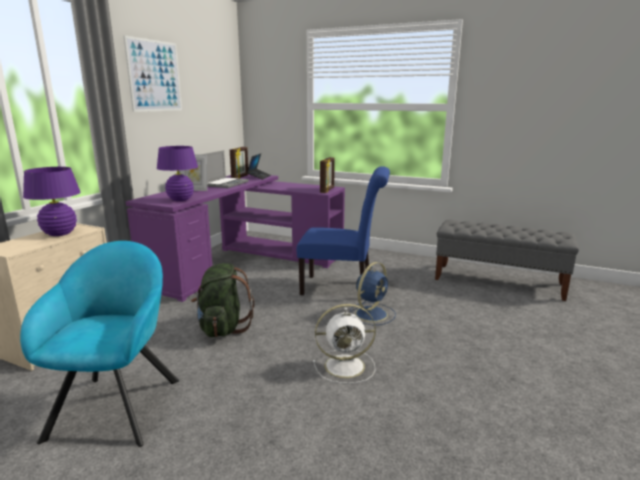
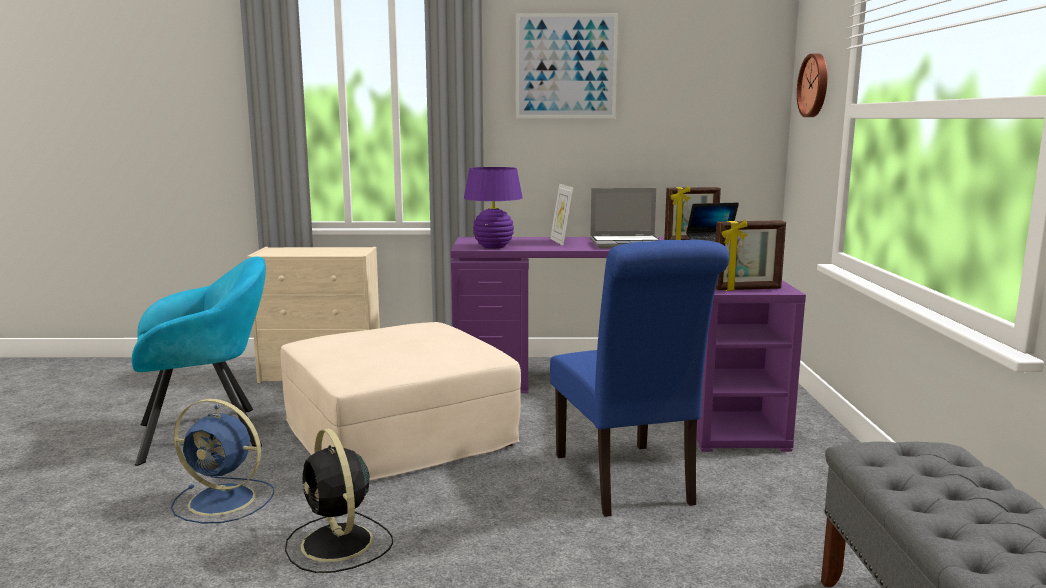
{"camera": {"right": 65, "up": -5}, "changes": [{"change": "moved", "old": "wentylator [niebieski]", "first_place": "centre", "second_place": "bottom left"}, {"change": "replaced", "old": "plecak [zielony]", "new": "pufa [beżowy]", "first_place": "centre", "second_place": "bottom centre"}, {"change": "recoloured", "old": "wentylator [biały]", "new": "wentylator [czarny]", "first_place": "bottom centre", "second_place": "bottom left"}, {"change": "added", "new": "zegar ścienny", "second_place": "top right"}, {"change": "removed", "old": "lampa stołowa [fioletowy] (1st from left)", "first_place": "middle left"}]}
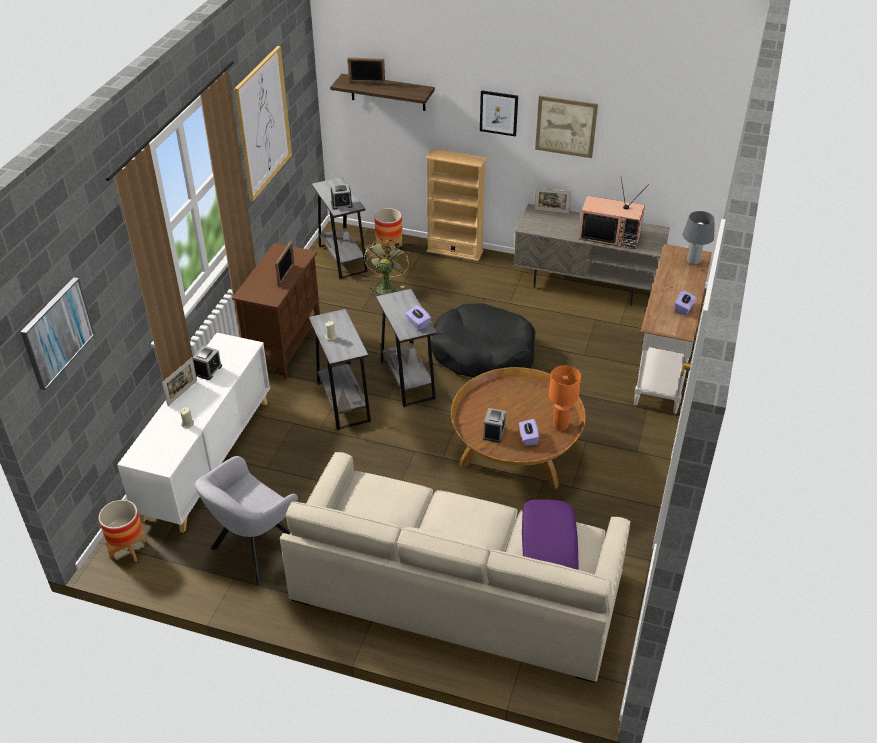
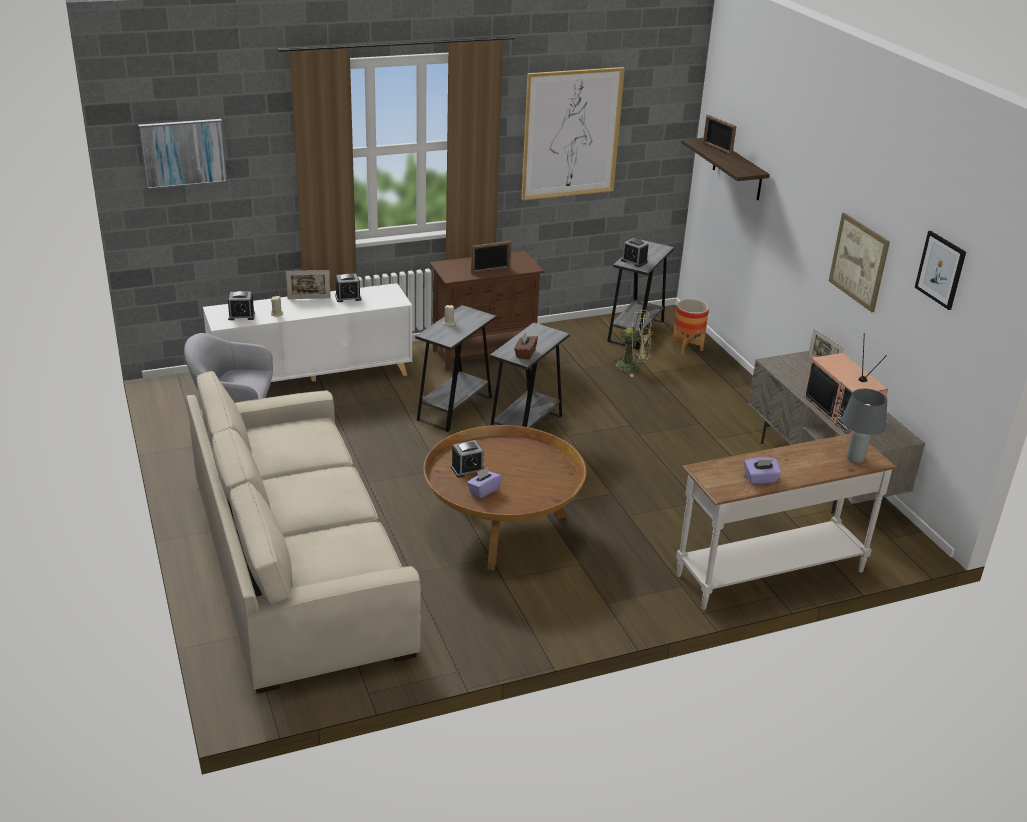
{"camera": {"right": 50, "up": -10}, "changes": [{"change": "added", "new": "budzik (1st from left)", "second_place": "middle left"}, {"change": "recoloured", "old": "pudełko chusteczek [fioletowy] (1st from left)", "new": "pudełko chusteczek [brązowy]", "first_place": "centre", "second_place": "centre"}, {"change": "turned", "old": "wentylator [zielony]", "first_place": "centre", "second_place": "centre", "degrees": 45}, {"change": "moved", "old": "obraz (3rd from left in the first image)", "new": "obraz (4th from left)", "first_place": "top centre", "second_place": "top right"}, {"change": "removed", "old": "donica (1st from left)", "first_place": "bottom left"}, {"change": "removed", "old": "regał [beżowy]", "first_place": "top centre"}, {"change": "removed", "old": "legowisko [czarny]", "first_place": "centre"}, {"change": "removed", "old": "poduszka [fioletowy]", "first_place": "bottom centre"}, {"change": "removed", "old": "lampa stołowa [pomarańczowy]", "first_place": "centre"}]}
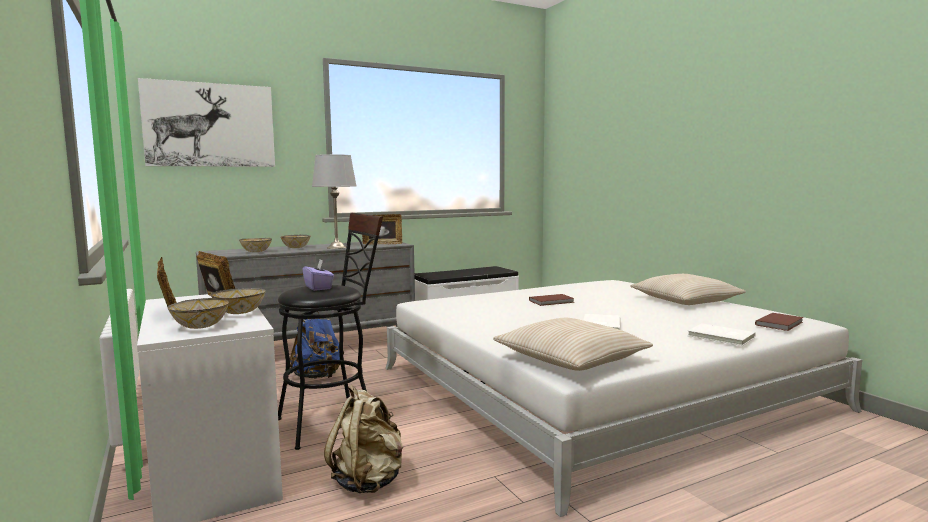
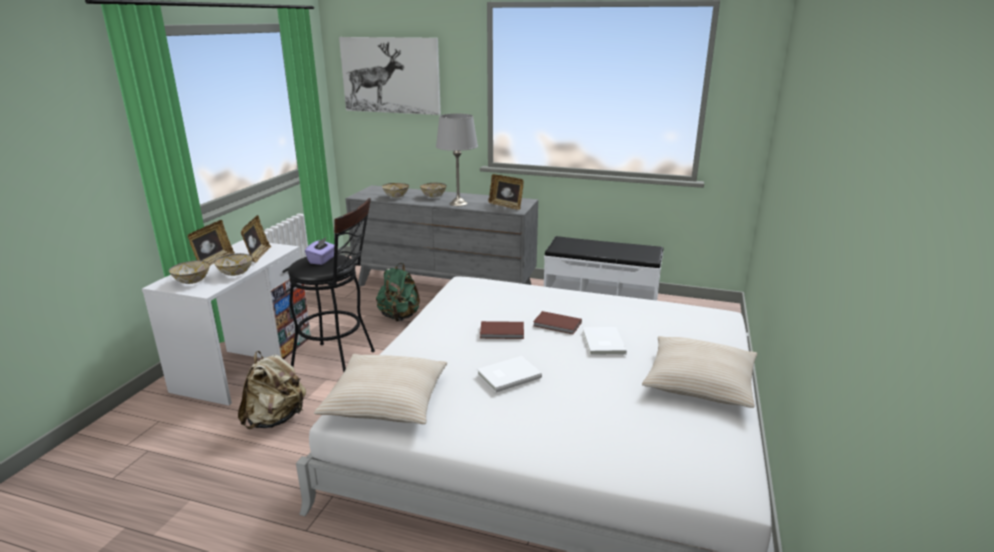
{"camera": {"right": 45, "up": 15}, "changes": [{"change": "recoloured", "old": "plecak [niebieski]", "new": "plecak [zielony]", "first_place": "centre", "second_place": "centre"}, {"change": "moved", "old": "książka [brązowy] (2nd from left in the first image)", "new": "książka [brązowy] (1st from left)", "first_place": "middle right", "second_place": "centre"}, {"change": "moved", "old": "książka [biały] (2nd from left)", "first_place": "middle right", "second_place": "centre"}]}
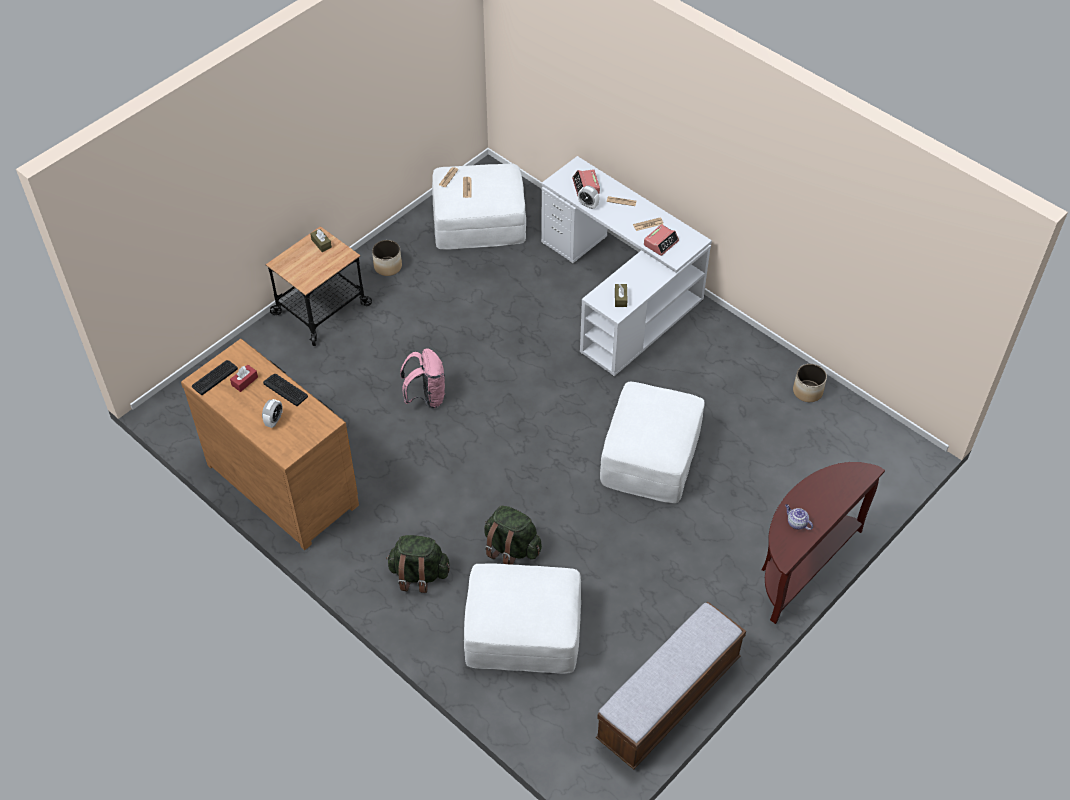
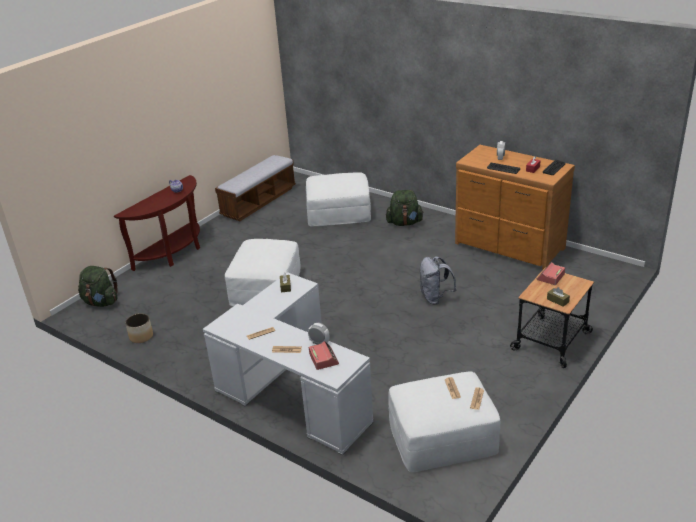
{"camera": {"right": 175, "up": -20}, "changes": [{"change": "moved", "old": "plecak [zielony] (2nd from left in the first image)", "new": "plecak [zielony] (1st from left)", "first_place": "bottom centre", "second_place": "middle left"}, {"change": "recoloured", "old": "plecak [różowy]", "new": "plecak [szary]", "first_place": "centre", "second_place": "centre"}, {"change": "moved", "old": "budzik (4th from left)", "first_place": "top centre", "second_place": "middle right"}, {"change": "removed", "old": "donica (1st from left)", "first_place": "top centre"}]}
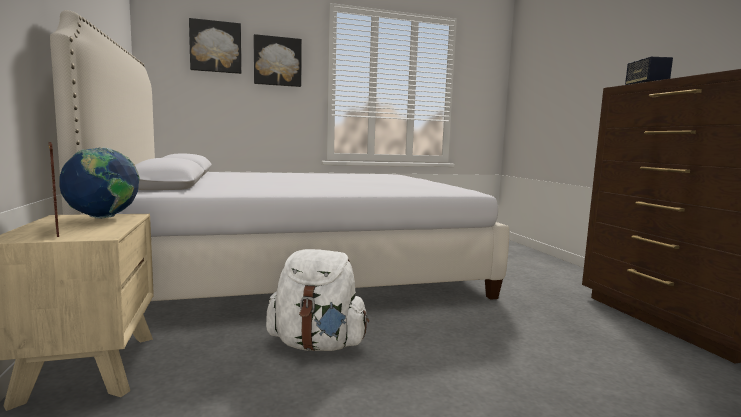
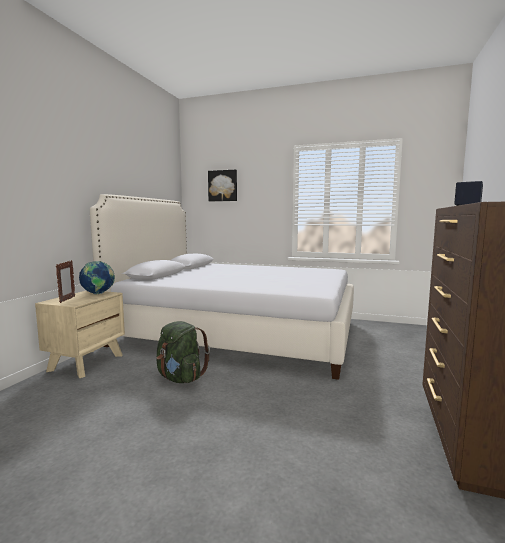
{"camera": {"right": 35, "up": 0}, "changes": [{"change": "recoloured", "old": "plecak [biały]", "new": "plecak [zielony]", "first_place": "bottom centre", "second_place": "centre"}, {"change": "removed", "old": "obraz (2nd from left)", "first_place": "top centre"}]}
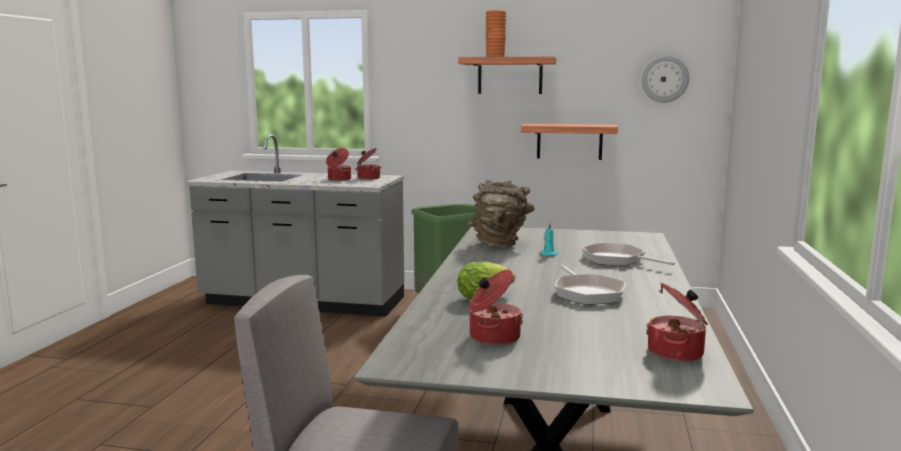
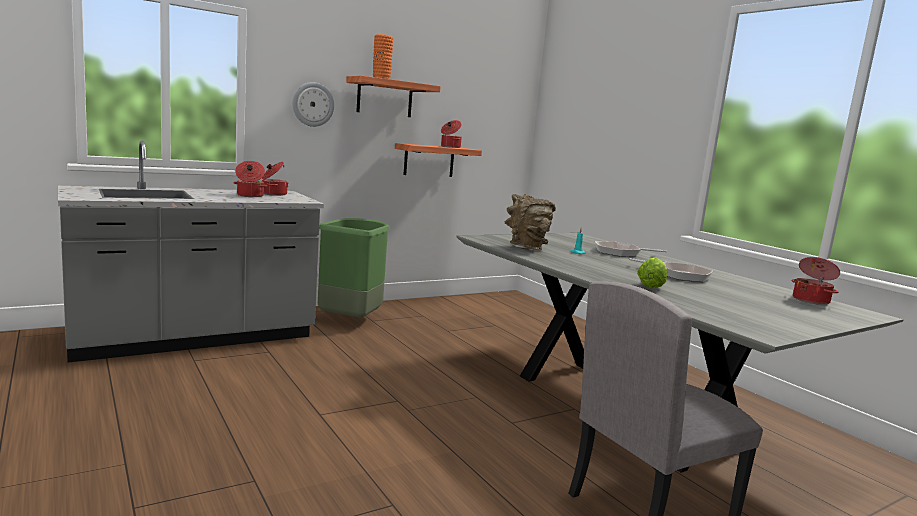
{"camera": {"right": -45, "up": 0}, "changes": [{"change": "moved", "old": "zegar ścienny", "first_place": "top right", "second_place": "top centre"}, {"change": "moved", "old": "garnek (3rd from left)", "first_place": "bottom centre", "second_place": "top centre"}]}
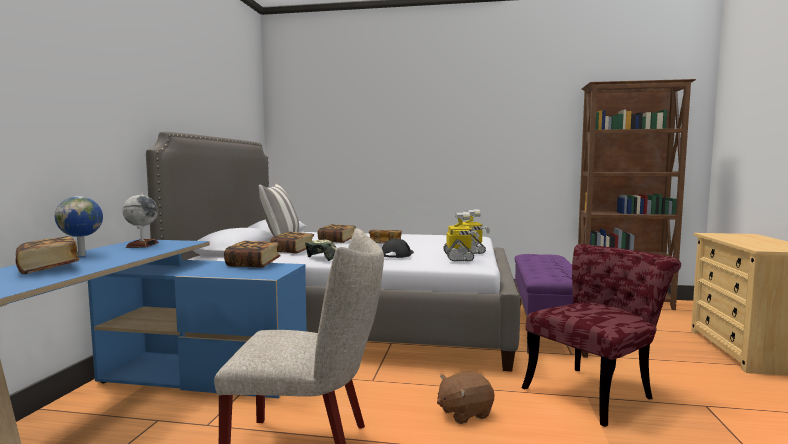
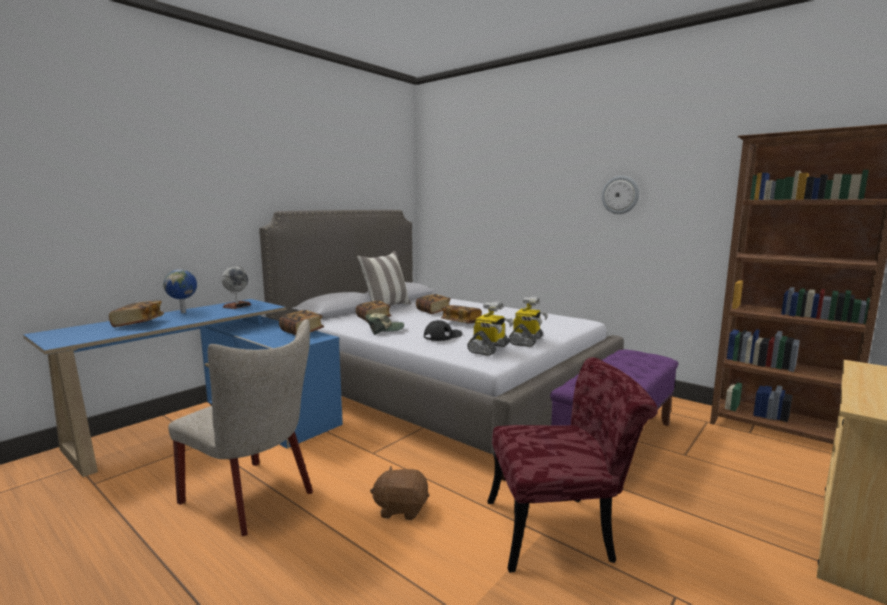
{"camera": {"right": 30, "up": 5}, "changes": [{"change": "added", "new": "zegar ścienny", "second_place": "top right"}]}
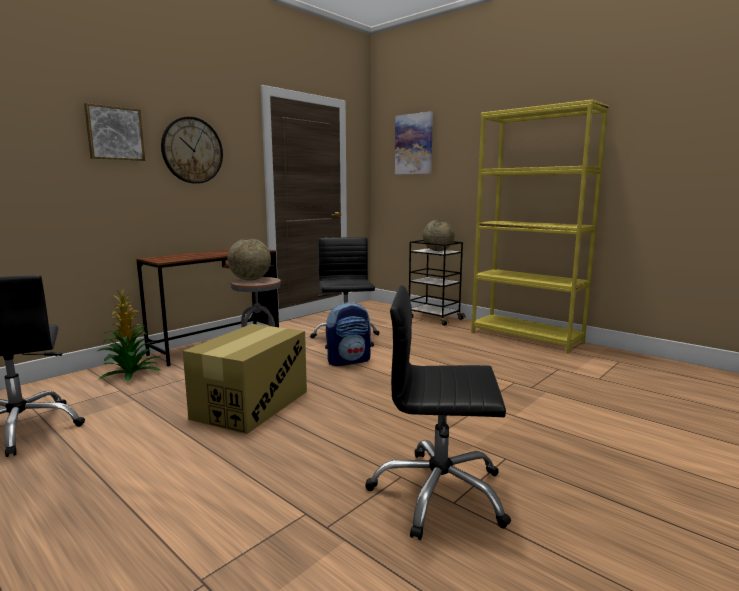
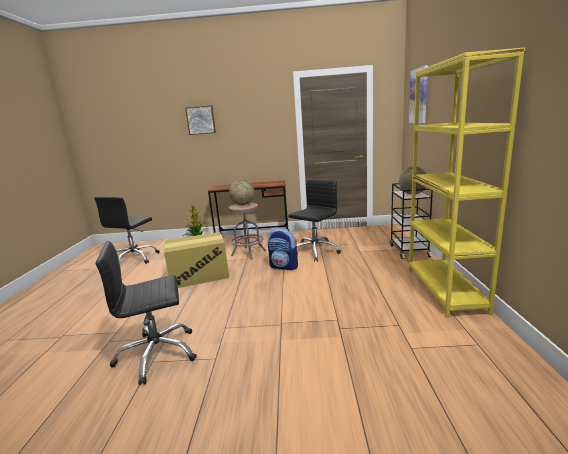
{"camera": {"right": 50, "up": 5}, "changes": [{"change": "turned", "old": "krzesło biurowe [czarny] (3rd from left in the first image)", "first_place": "bottom centre", "second_place": "bottom left", "degrees": -75}, {"change": "removed", "old": "zegar ścienny", "first_place": "top left"}]}
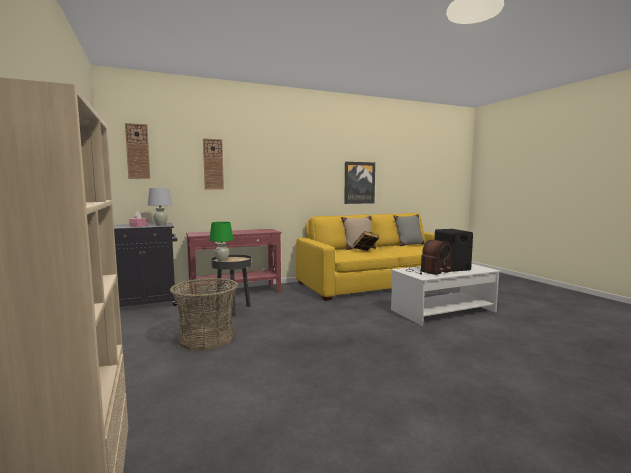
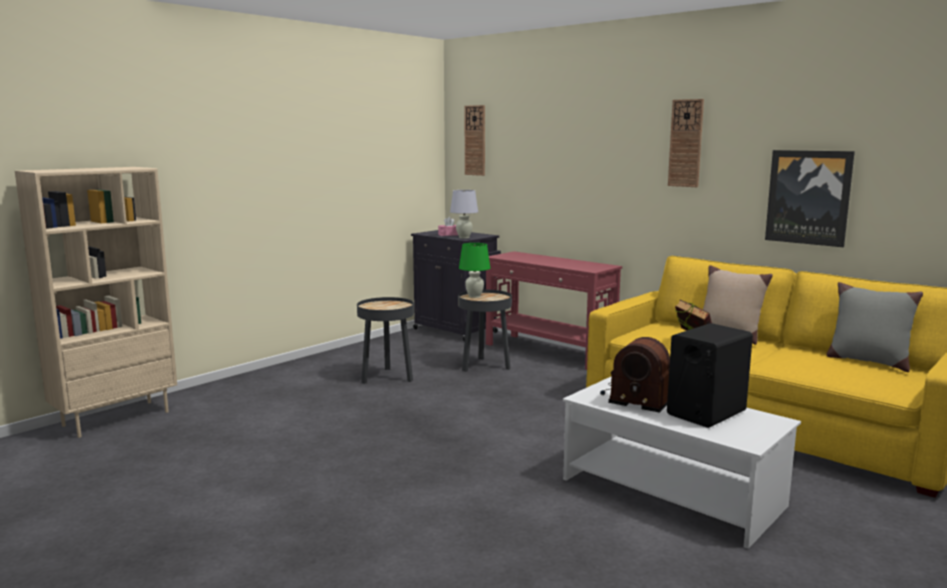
{"camera": {"right": 65, "up": 5}, "changes": [{"change": "replaced", "old": "koszyk", "new": "stolik [czarny] (1st from left)", "first_place": "middle left", "second_place": "centre"}, {"change": "moved", "old": "zegar ścienny (2nd from left)", "first_place": "centre", "second_place": "top right"}]}
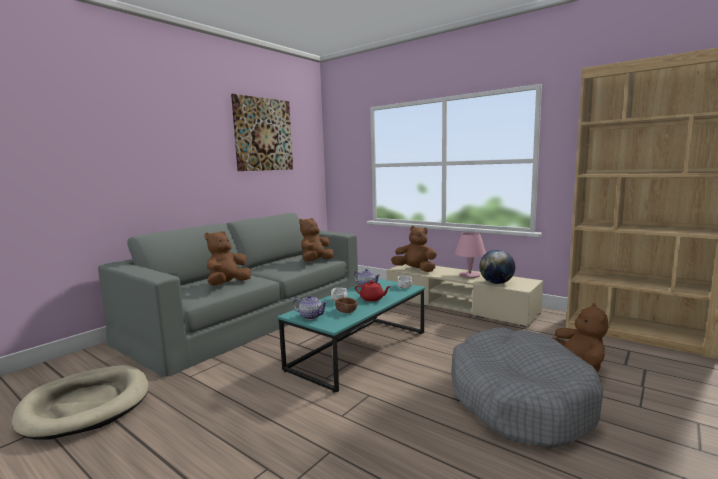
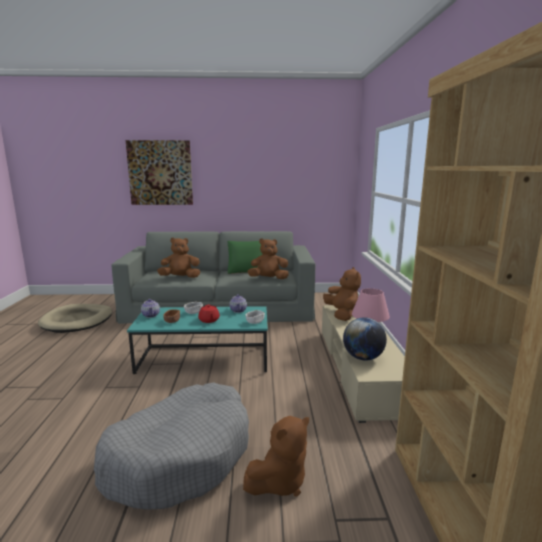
{"camera": {"right": 50, "up": 5}, "changes": [{"change": "moved", "old": "obraz", "first_place": "top centre", "second_place": "top left"}, {"change": "added", "new": "poduszka [zielony]", "second_place": "centre"}]}
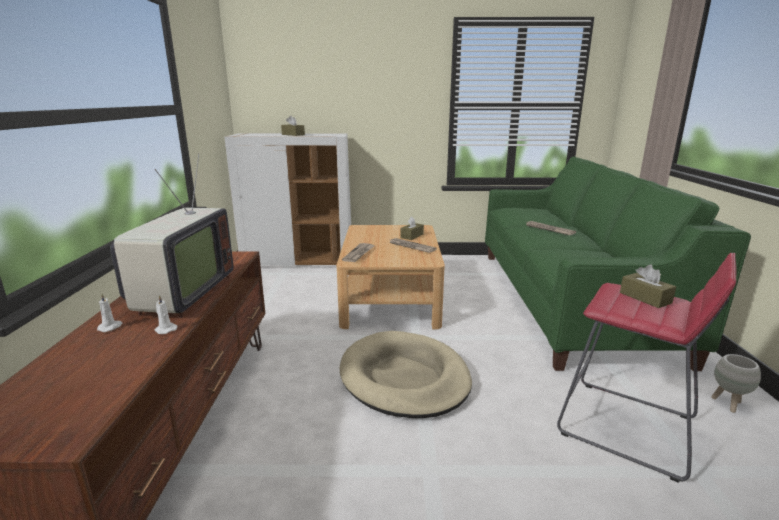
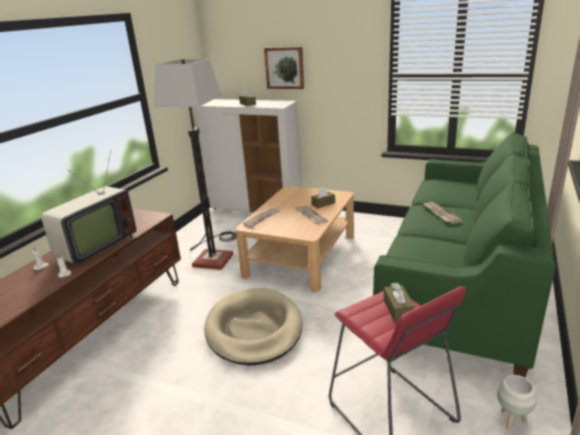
{"camera": {"right": 25, "up": 5}, "changes": [{"change": "added", "new": "lampa stojąca", "second_place": "centre"}, {"change": "added", "new": "obraz", "second_place": "top centre"}]}
